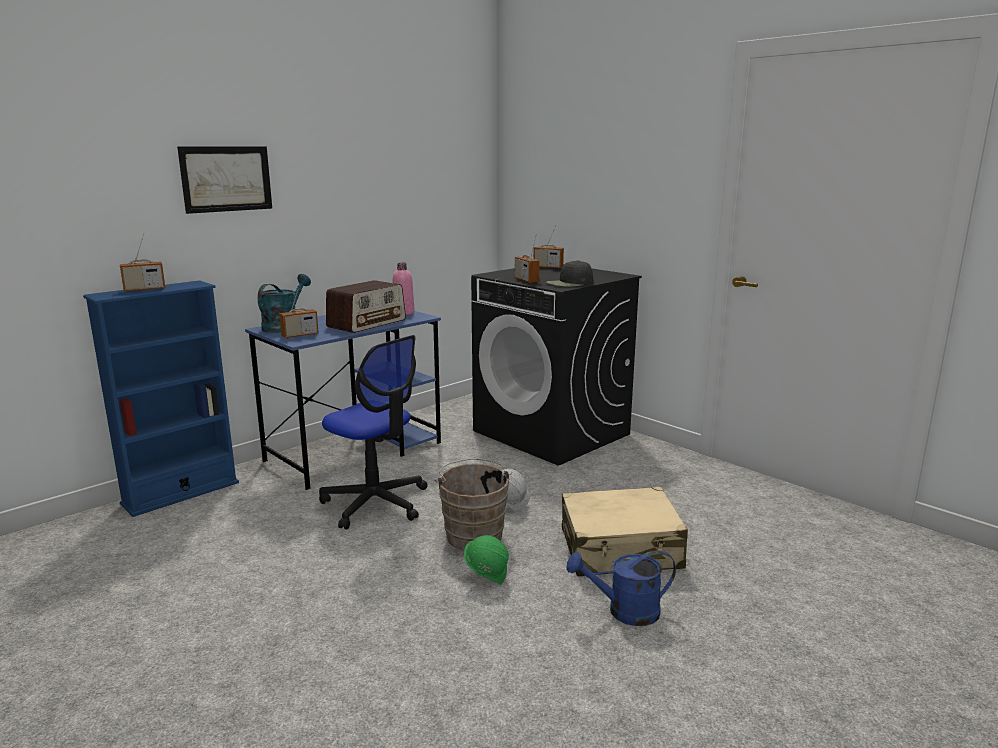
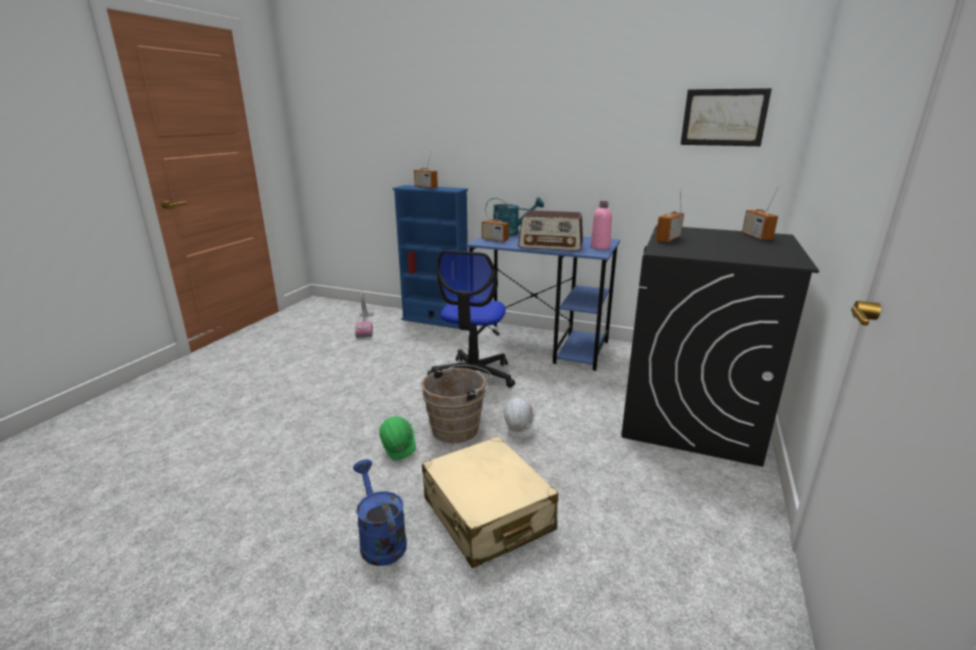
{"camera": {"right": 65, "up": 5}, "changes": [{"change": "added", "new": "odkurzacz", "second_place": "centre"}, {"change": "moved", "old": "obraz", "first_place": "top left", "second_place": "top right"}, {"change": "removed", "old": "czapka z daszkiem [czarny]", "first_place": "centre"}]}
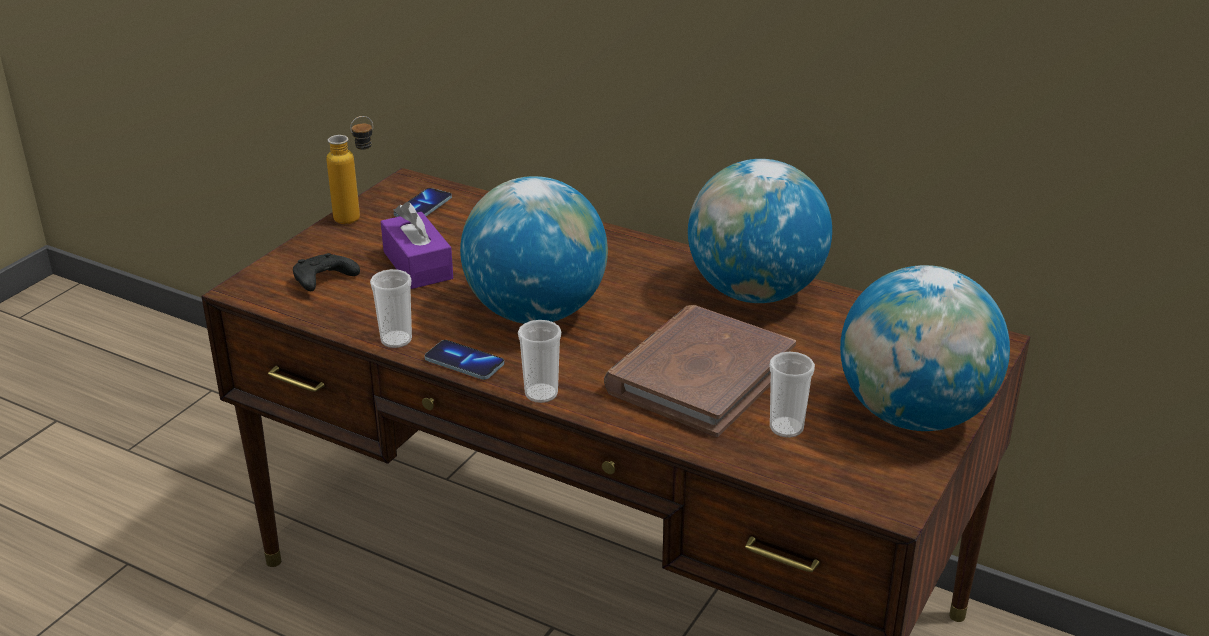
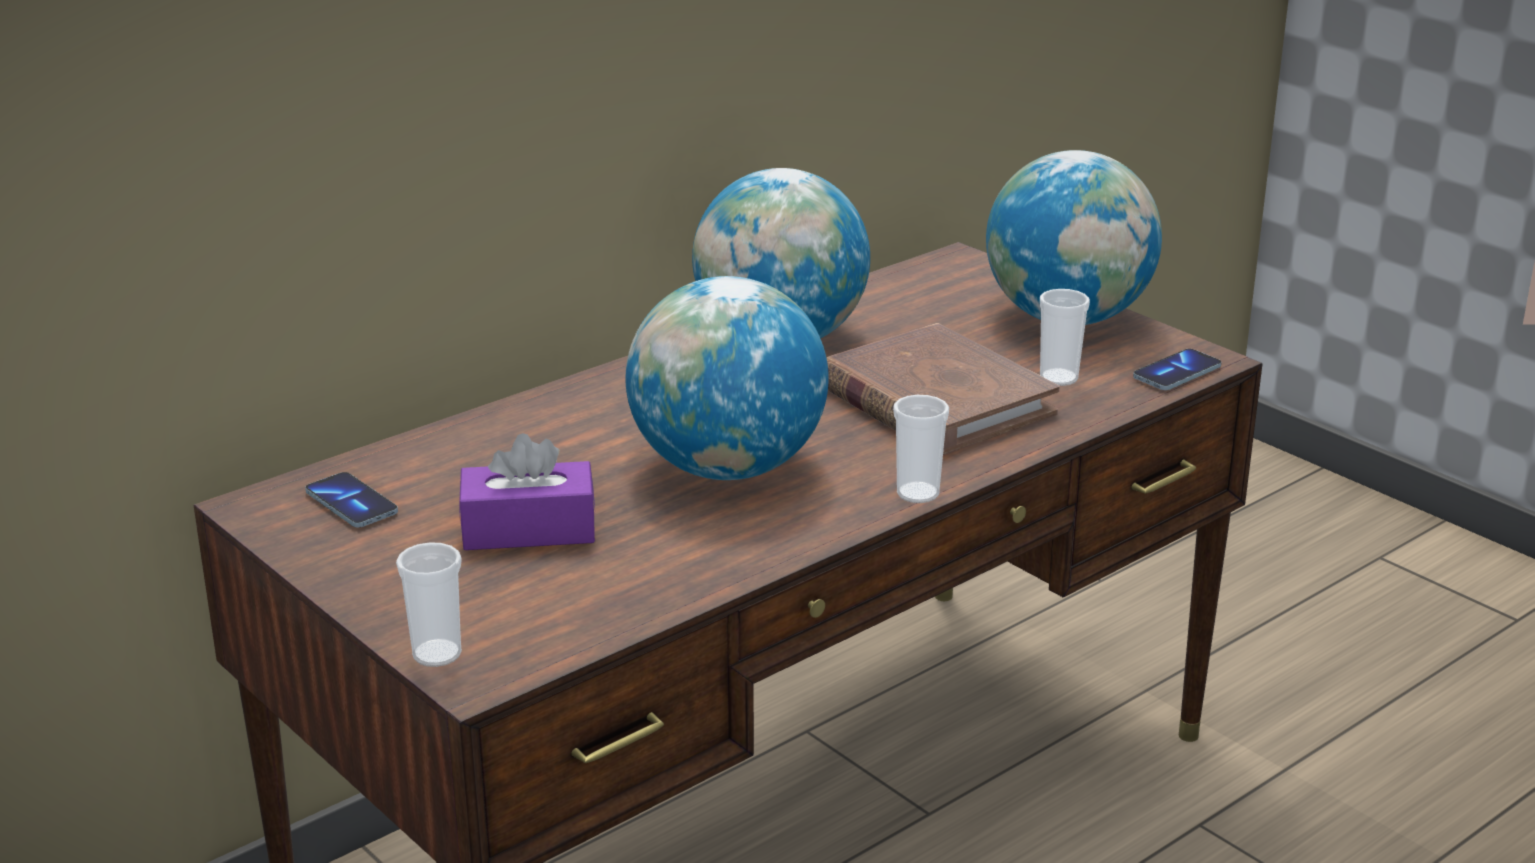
{"camera": {"right": -70, "up": -5}, "changes": [{"change": "moved", "old": "filiżanka (1st from left)", "first_place": "middle left", "second_place": "bottom left"}, {"change": "moved", "old": "telefon (2nd from left)", "first_place": "centre", "second_place": "middle right"}, {"change": "removed", "old": "pad do gier [czarny]", "first_place": "middle left"}, {"change": "removed", "old": "butelka", "first_place": "top left"}]}
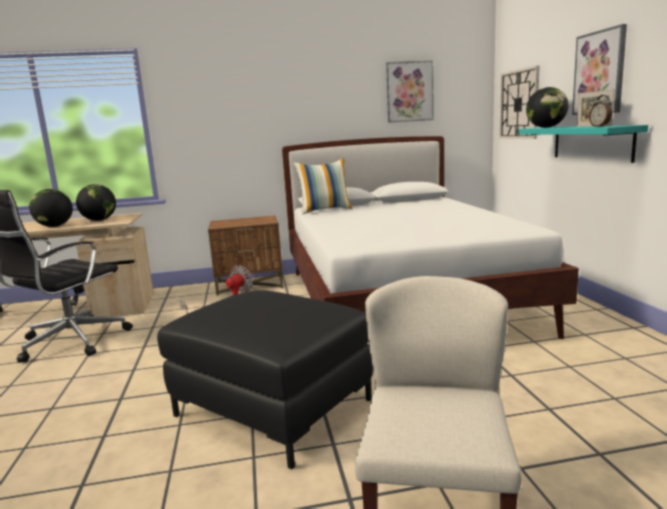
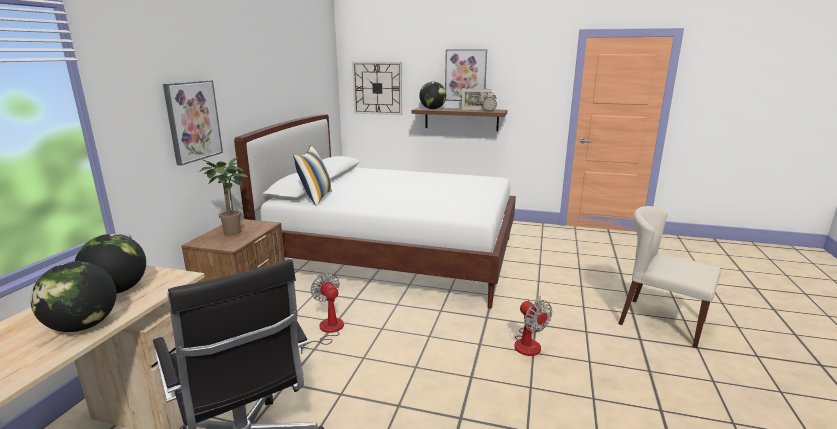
{"camera": {"right": -65, "up": 5}, "changes": [{"change": "moved", "old": "obraz (1st from left)", "first_place": "top centre", "second_place": "top left"}, {"change": "added", "new": "roślina doniczkowa", "second_place": "middle left"}, {"change": "recoloured", "old": "półka [turkusowy]", "new": "półka [brązowy]", "first_place": "top right", "second_place": "top centre"}, {"change": "replaced", "old": "pufa [czarny]", "new": "wentylator (2nd from left)", "first_place": "bottom centre", "second_place": "bottom centre"}]}
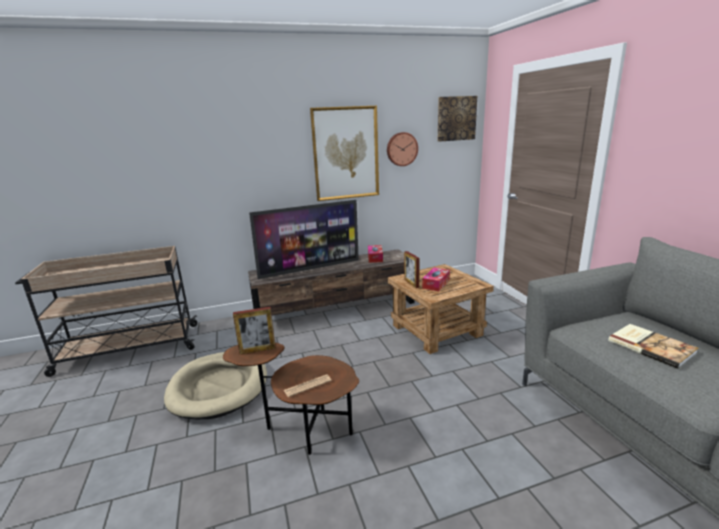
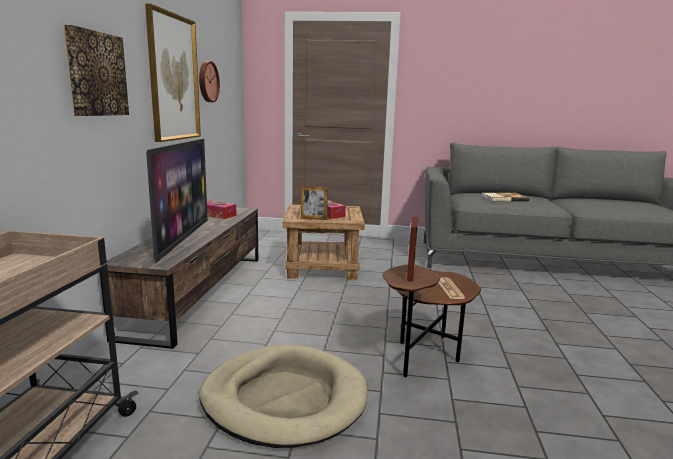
{"camera": {"right": -65, "up": -5}, "changes": [{"change": "moved", "old": "obraz (2nd from left in the first image)", "new": "obraz (1st from left)", "first_place": "top centre", "second_place": "top left"}]}
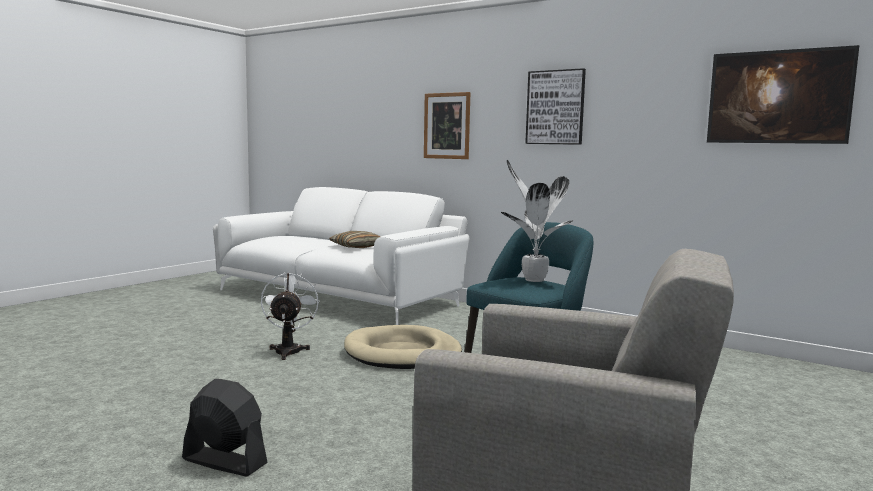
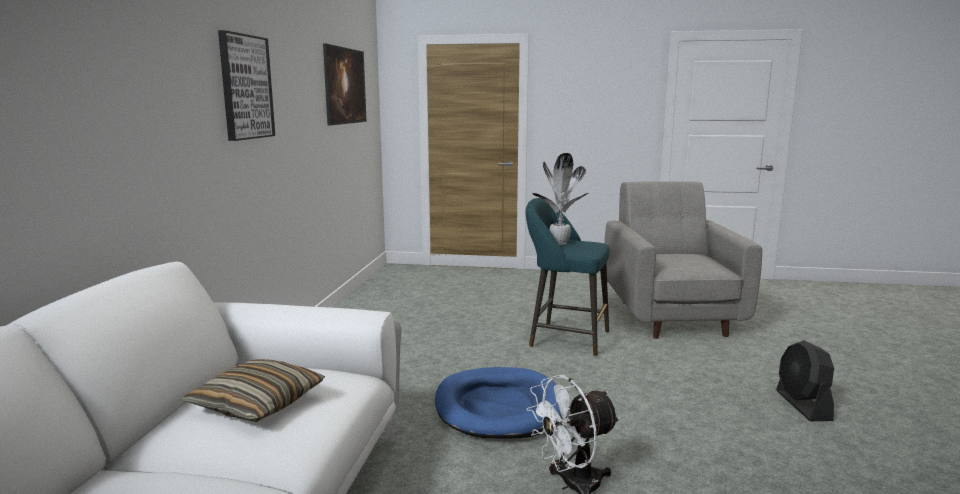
{"camera": {"right": -115, "up": 5}, "changes": [{"change": "recoloured", "old": "legowisko [beżowy]", "new": "legowisko [niebieski]", "first_place": "bottom centre", "second_place": "bottom centre"}, {"change": "removed", "old": "obraz (1st from left)", "first_place": "top centre"}]}
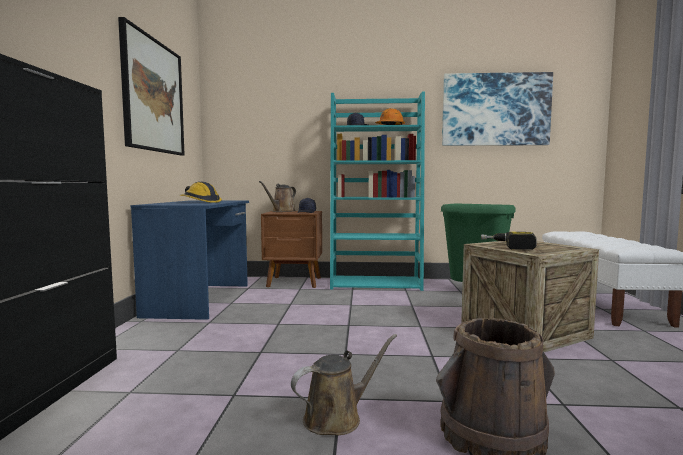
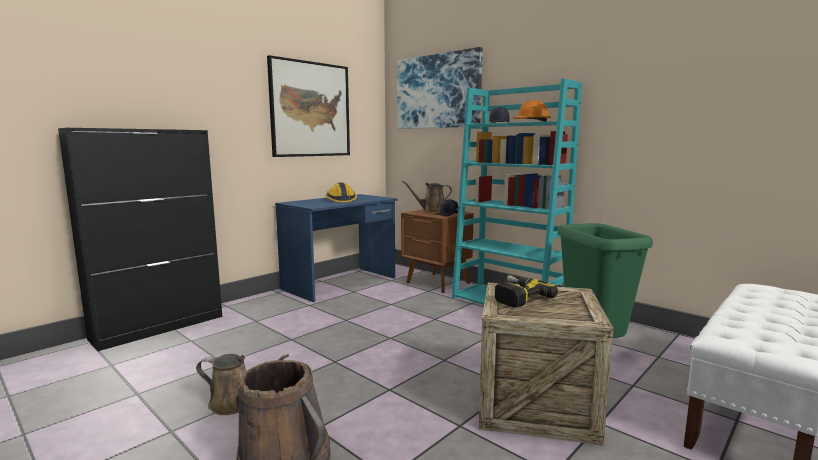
{"camera": {"right": 40, "up": 5}, "changes": [{"change": "moved", "old": "obraz (2nd from left)", "first_place": "top right", "second_place": "top centre"}]}
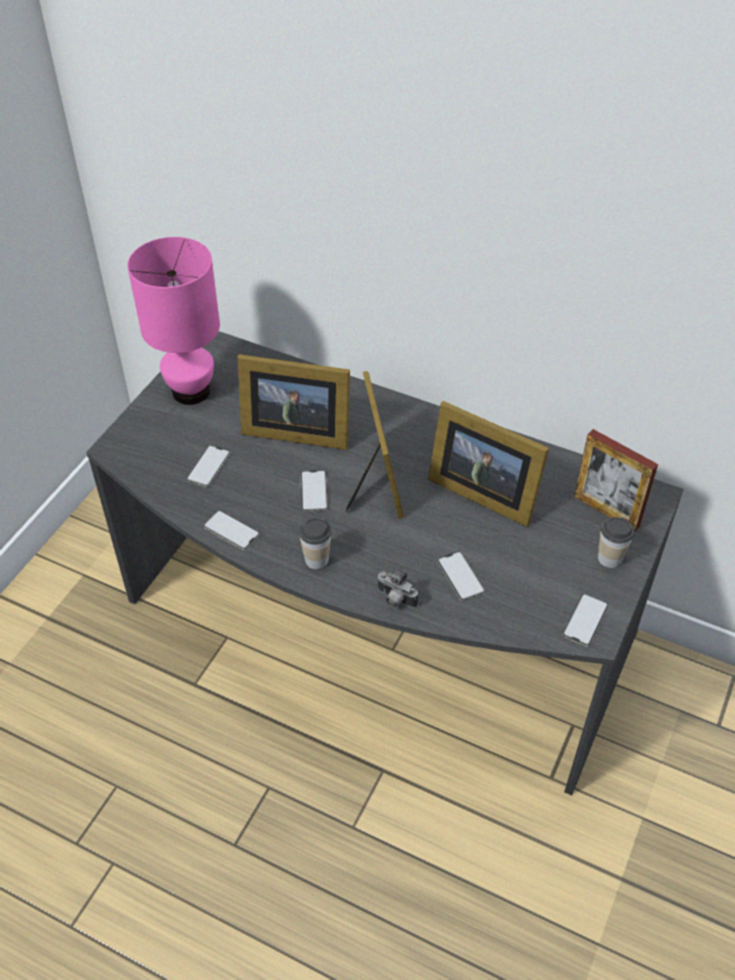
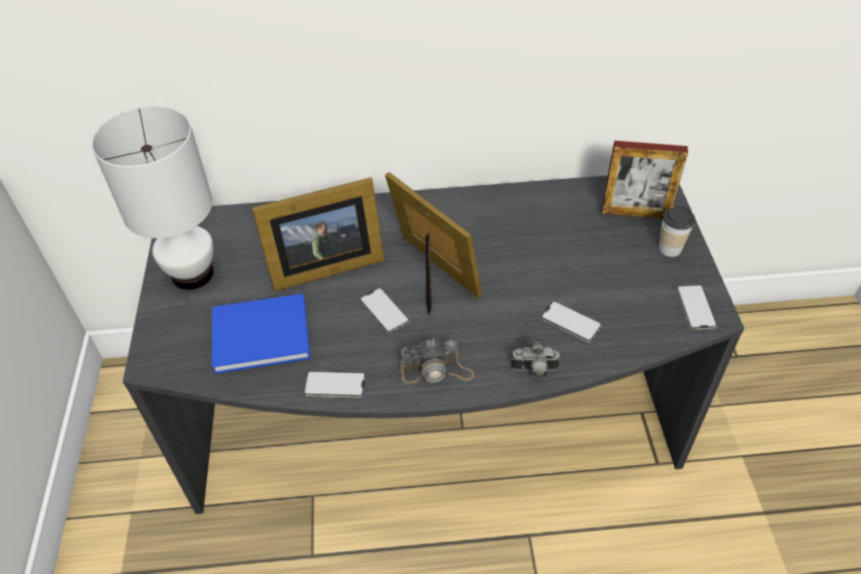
{"camera": {"right": -30, "up": 0}, "changes": [{"change": "recoloured", "old": "lampa stołowa [różowy]", "new": "lampa stołowa [biały]", "first_place": "top left", "second_place": "middle left"}, {"change": "replaced", "old": "telefon (1st from left)", "new": "książka [niebieski]", "first_place": "middle left", "second_place": "middle left"}, {"change": "replaced", "old": "filiżanka (1st from left)", "new": "aparat fotograficzny (1st from left)", "first_place": "centre", "second_place": "centre"}, {"change": "removed", "old": "ramka na zdjęcie (3rd from left)", "first_place": "centre"}]}
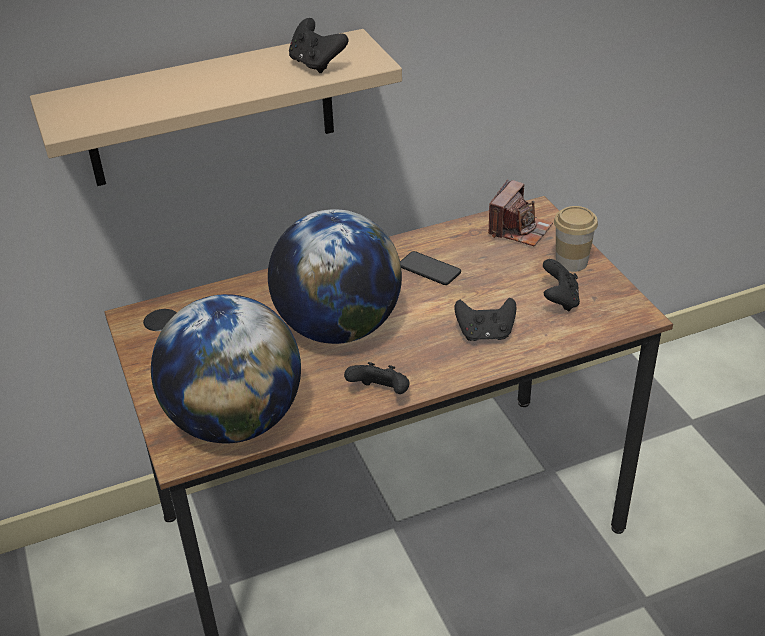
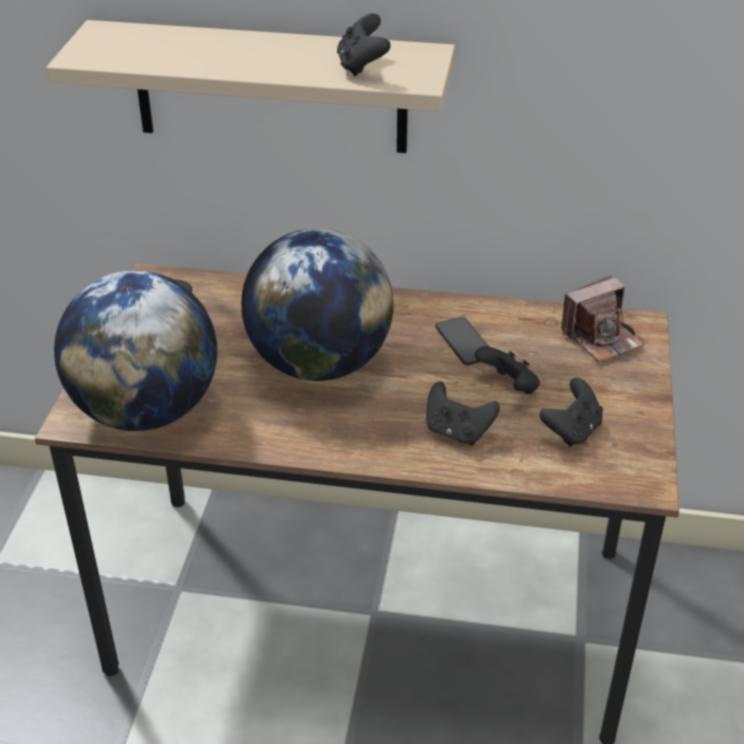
{"camera": {"right": 30, "up": 0}, "changes": [{"change": "moved", "old": "pad do gier [czarny] (2nd from left in the first image)", "new": "pad do gier [czarny] (3rd from left)", "first_place": "centre", "second_place": "middle right"}, {"change": "removed", "old": "filiżanka", "first_place": "middle right"}]}
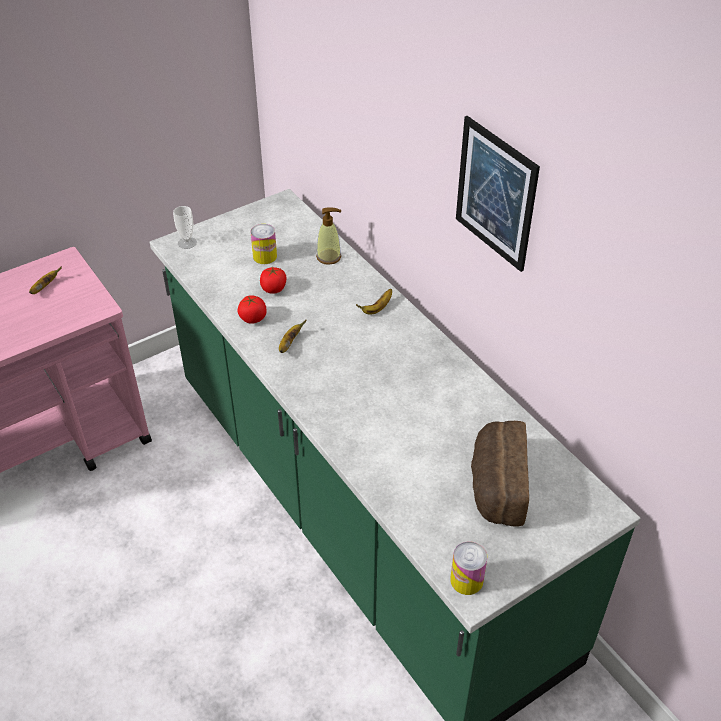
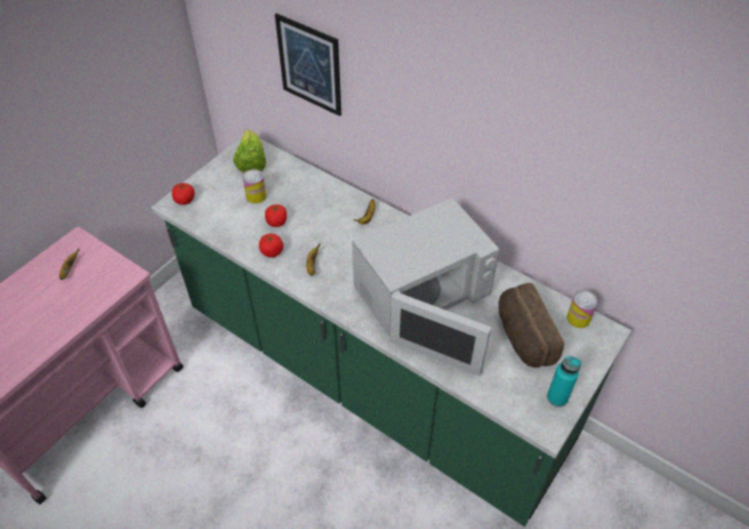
{"camera": {"right": -20, "up": 5}, "changes": [{"change": "replaced", "old": "filiżanka", "new": "pomidor (1st from left)", "first_place": "top left", "second_place": "middle left"}, {"change": "added", "new": "sałata", "second_place": "top left"}, {"change": "moved", "old": "obraz", "first_place": "top right", "second_place": "top centre"}, {"change": "added", "new": "mikrofalówka [biały]", "second_place": "centre"}, {"change": "added", "new": "butelka [turkusowy]", "second_place": "bottom right"}, {"change": "moved", "old": "puszka (2nd from left)", "first_place": "bottom centre", "second_place": "middle right"}, {"change": "removed", "old": "dozownik mydła", "first_place": "top centre"}]}
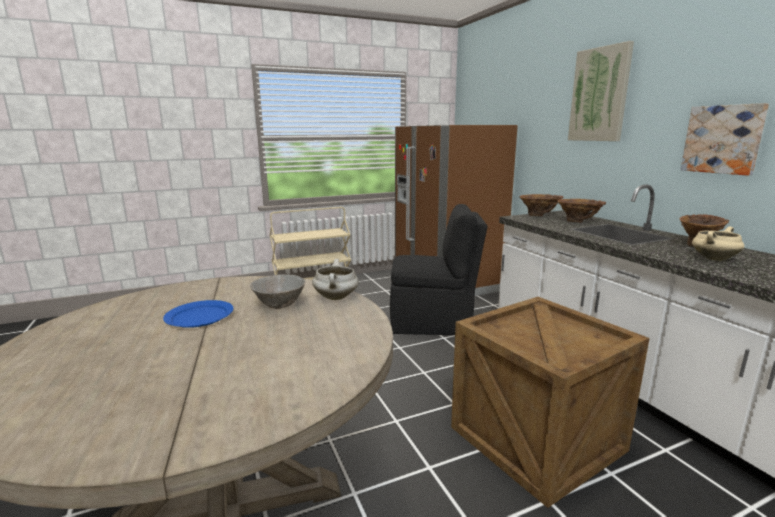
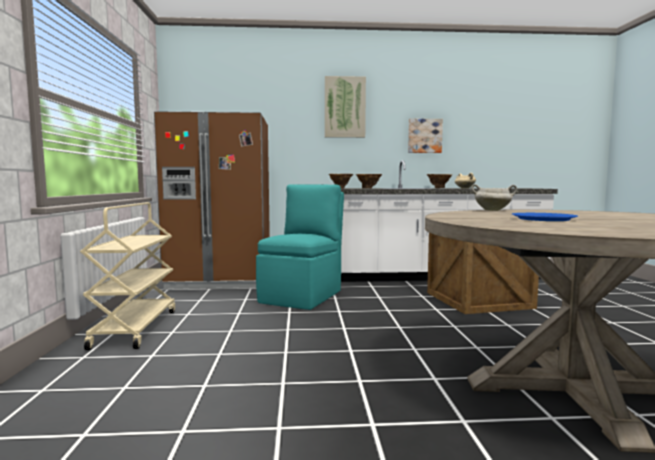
{"camera": {"right": -70, "up": -10}, "changes": [{"change": "recoloured", "old": "krzesło [czarny]", "new": "krzesło [turkusowy]", "first_place": "centre", "second_place": "centre"}, {"change": "removed", "old": "miska [szary]", "first_place": "centre"}]}
